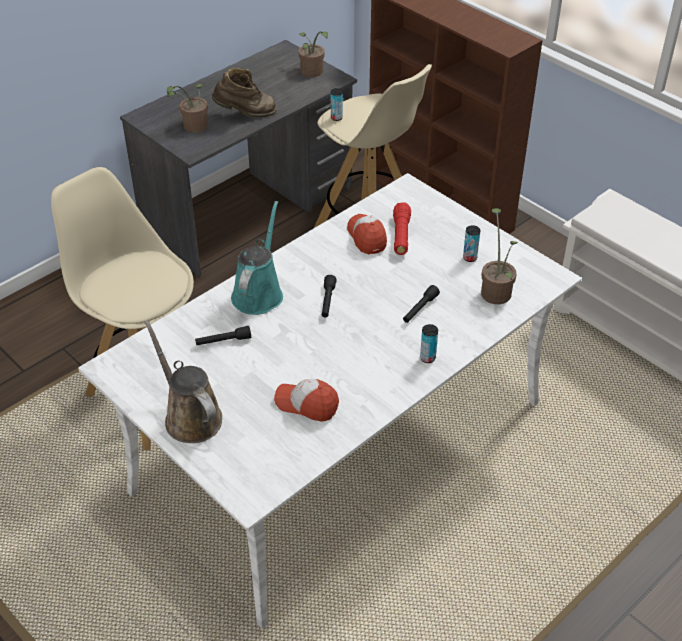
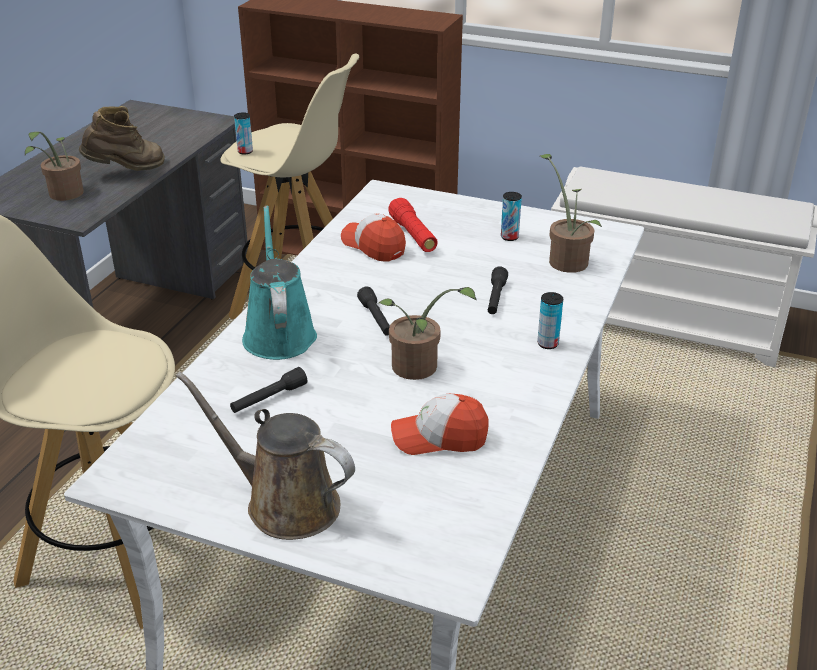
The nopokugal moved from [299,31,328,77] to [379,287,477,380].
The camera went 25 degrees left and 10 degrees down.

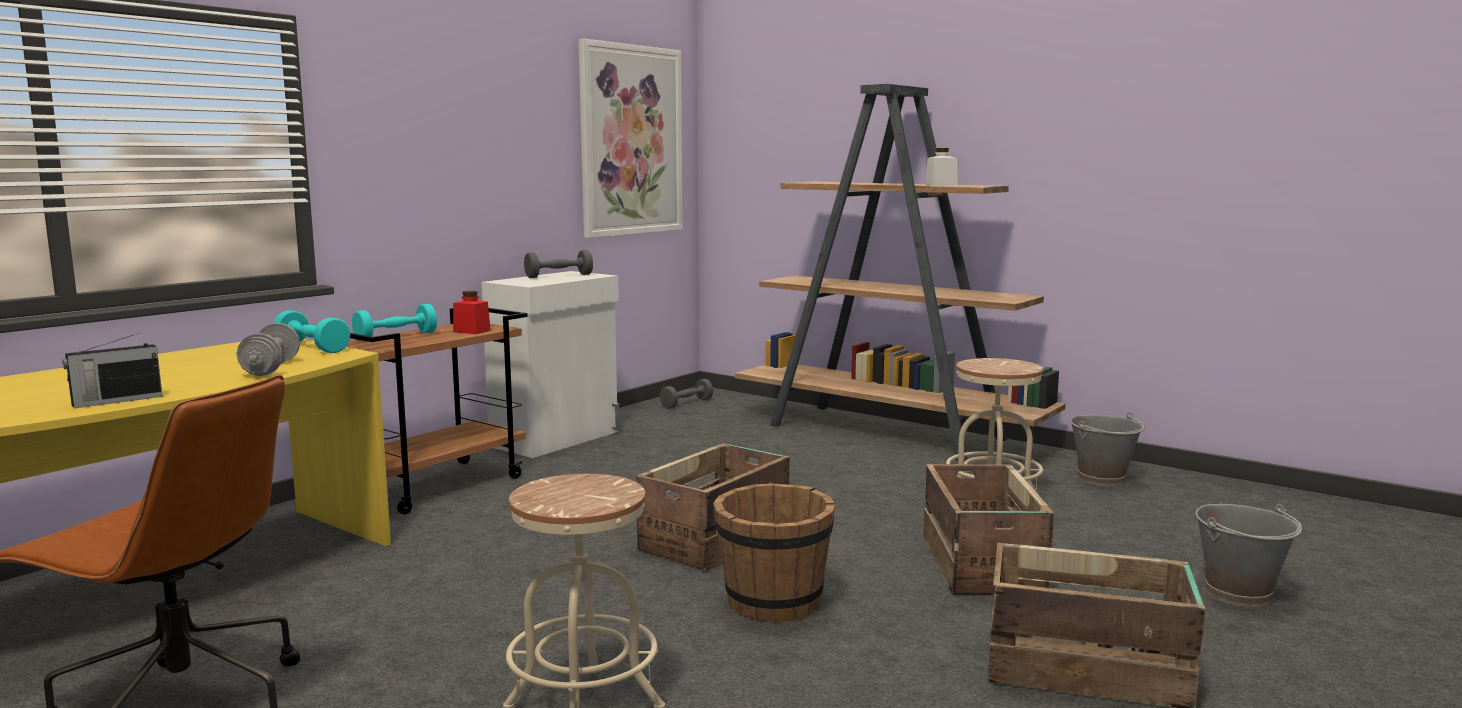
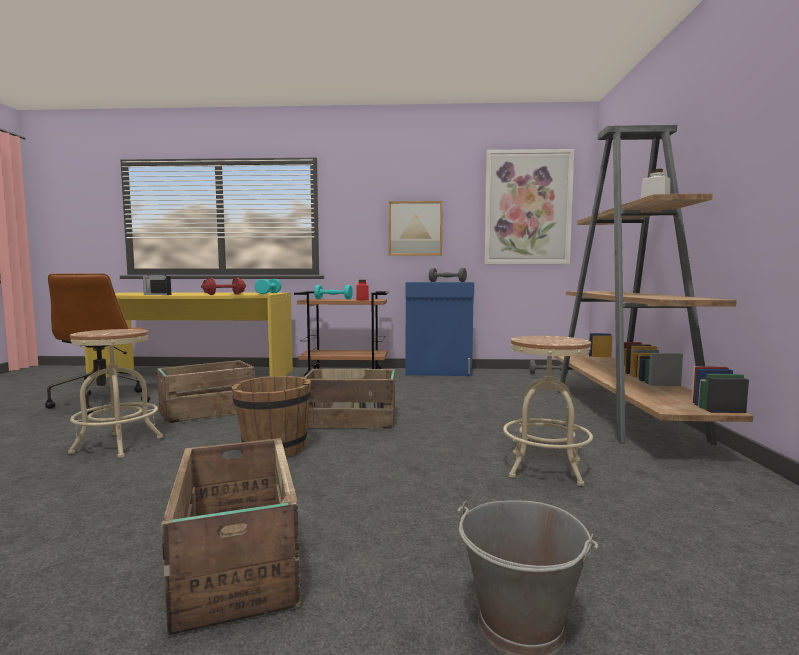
The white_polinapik at [481,271,620,458] became the blue_polinapik at [406,282,474,376].
The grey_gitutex at [236,323,300,376] became the red_gitutex at [201,278,246,295].
The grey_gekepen at [1070,412,1145,487] disappeared.
The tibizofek moved from [924,464,1054,595] to [157,360,255,424].
The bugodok at [388,201,443,256] appeared.
The camera went 55 degrees right and 5 degrees down.

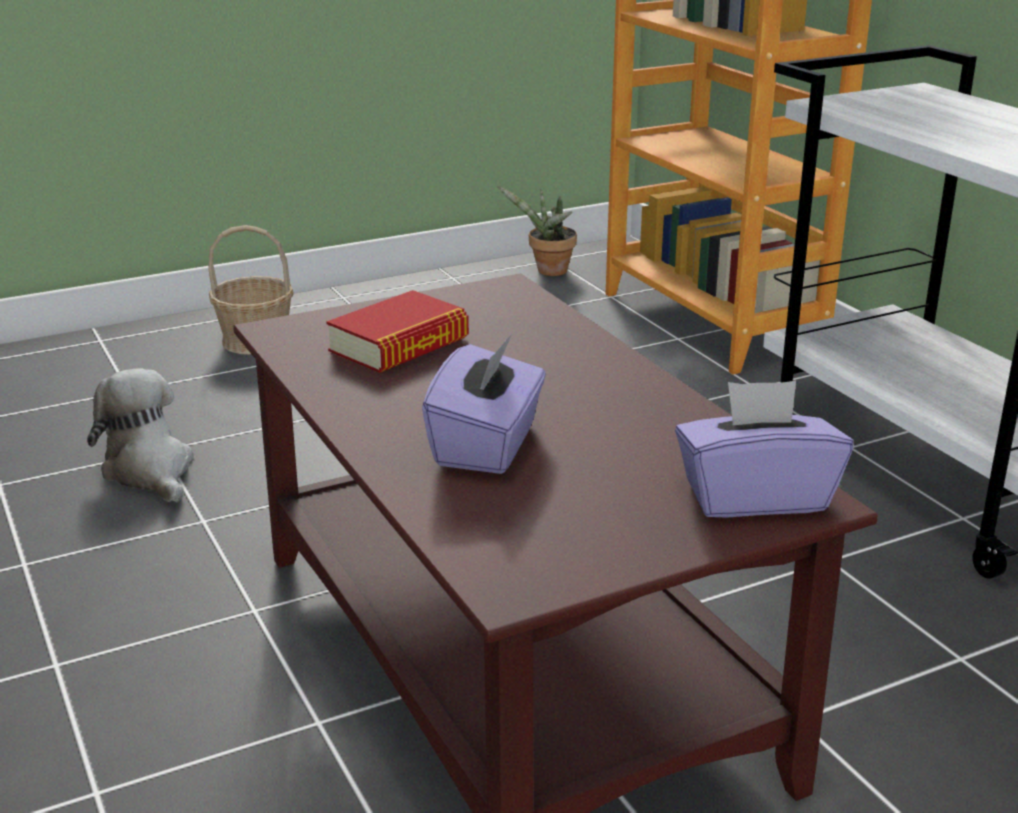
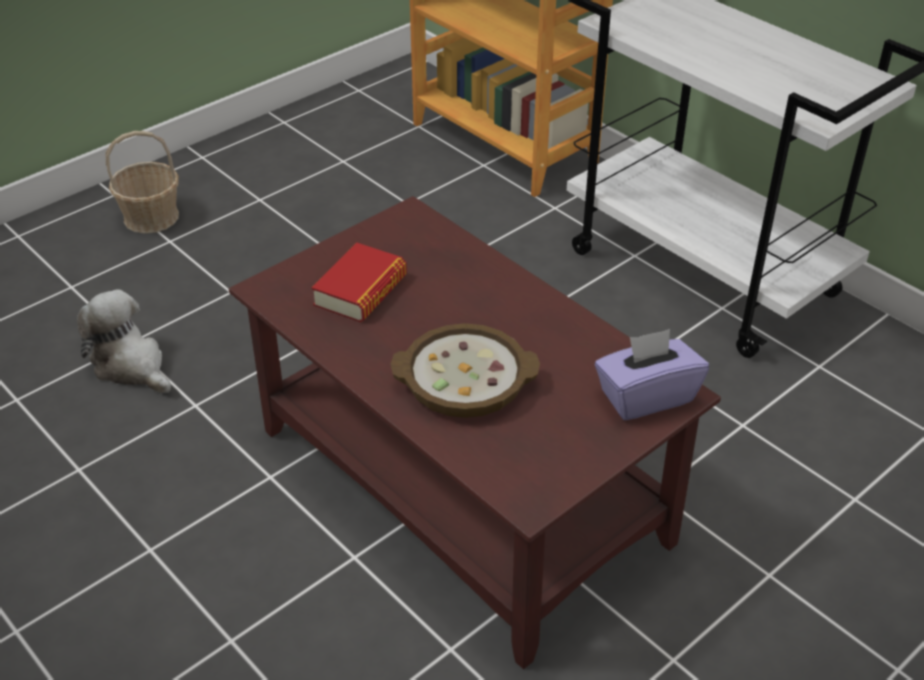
The nopokugal at [497,186,577,276] disappeared.
The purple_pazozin at [422,334,546,474] was replaced by the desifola at [391,323,540,418].
The camera went 15 degrees left and 15 degrees up.

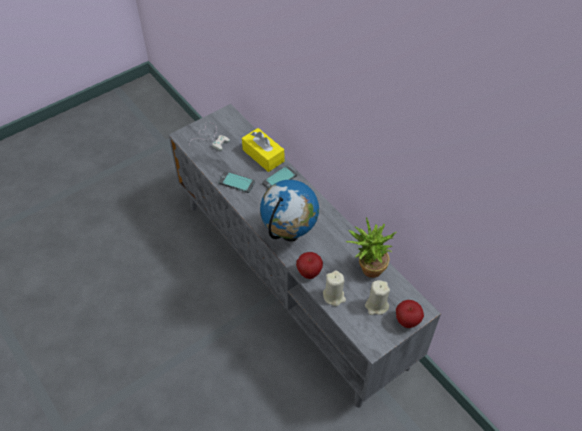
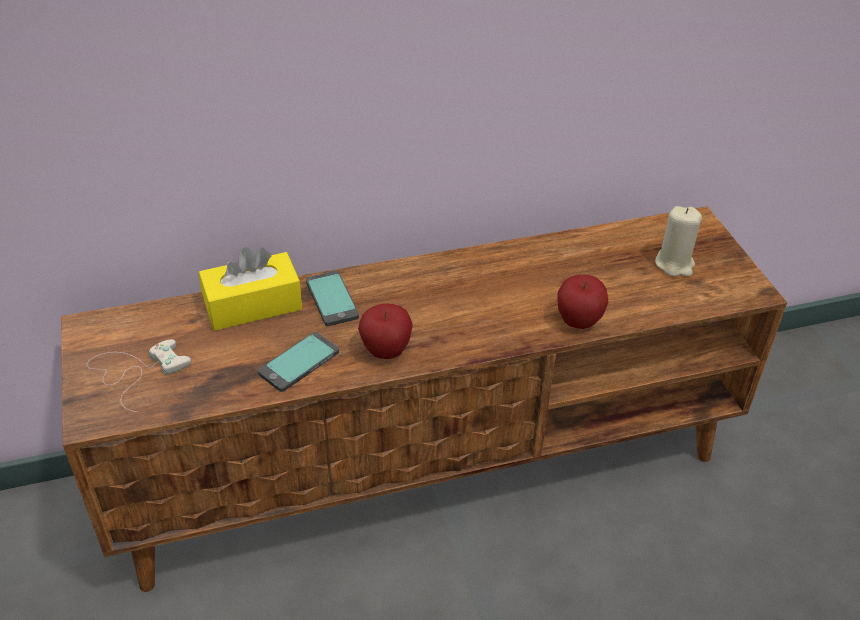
The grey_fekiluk at [169,104,441,408] became the brown_fekiluk at [61,206,787,592].
The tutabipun at [260,180,319,242] disappeared.
The nopokugal at [346,217,397,278] disappeared.
The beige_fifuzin at [323,271,346,306] disappeared.
The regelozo moved from [396,300,424,328] to [358,303,413,359].
The camera went 70 degrees left and 10 degrees down.

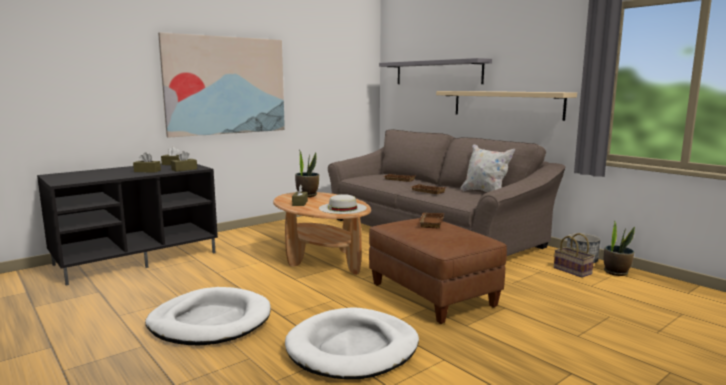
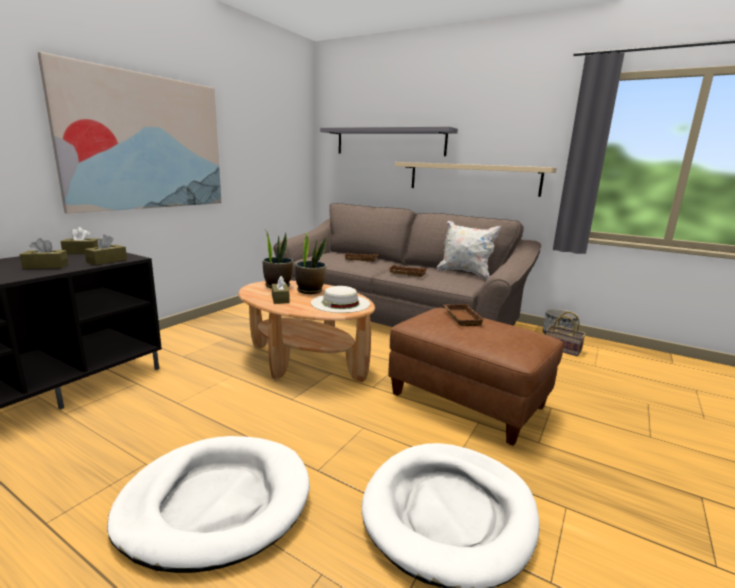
The nopokugal moved from [604,220,635,276] to [295,232,326,294].
The camera went 20 degrees left and 5 degrees up.

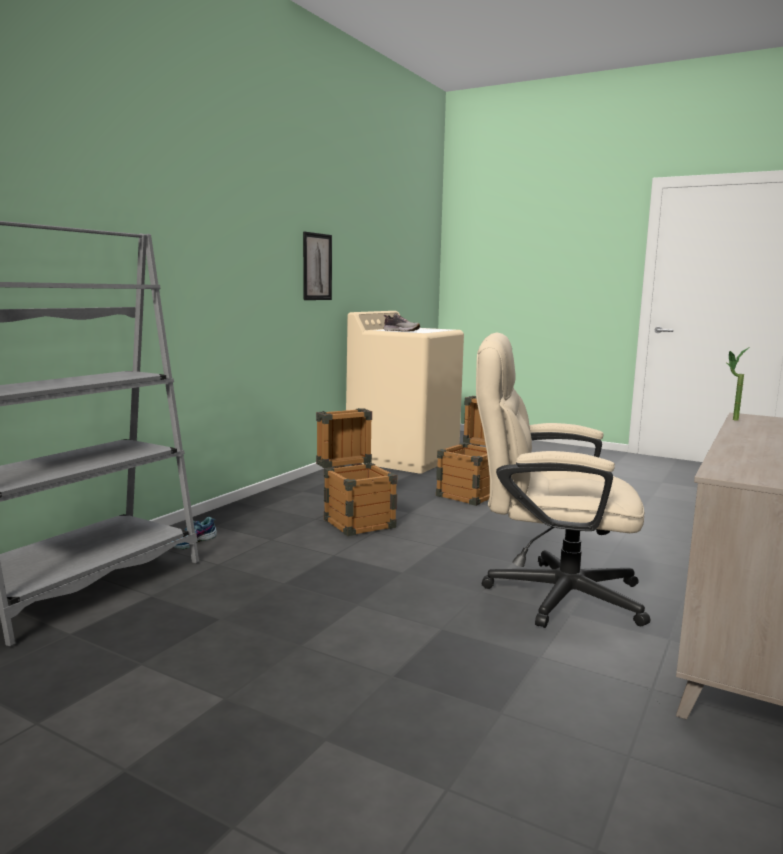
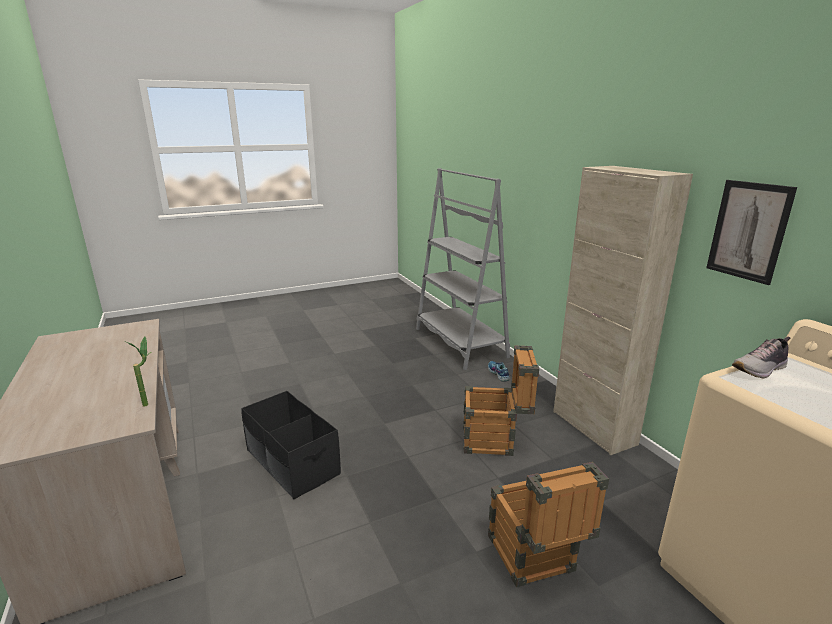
The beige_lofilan at [476,332,650,628] was replaced by the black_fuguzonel at [241,391,341,499].
The beige_polinapik at [553,166,693,455] appeared.
The camera went 125 degrees right and 10 degrees up.

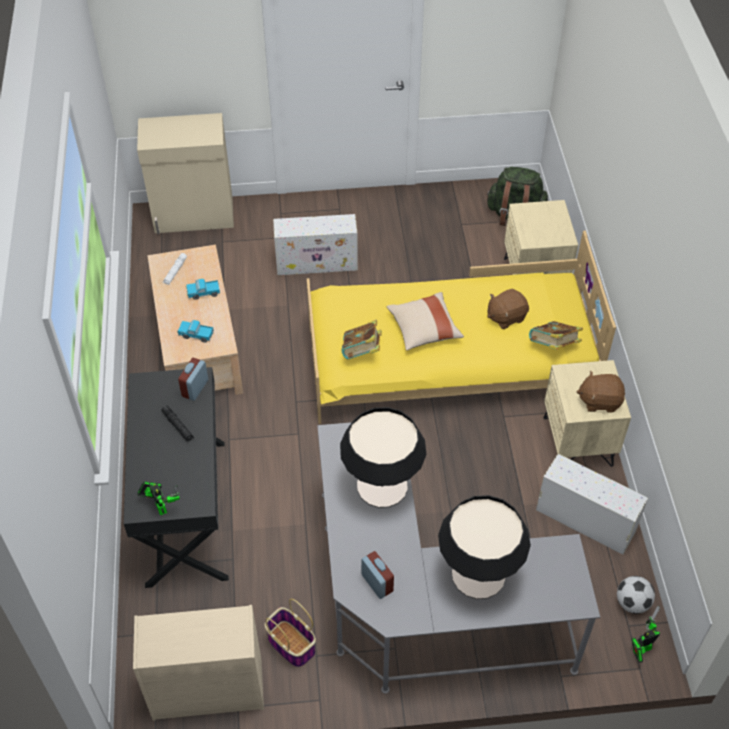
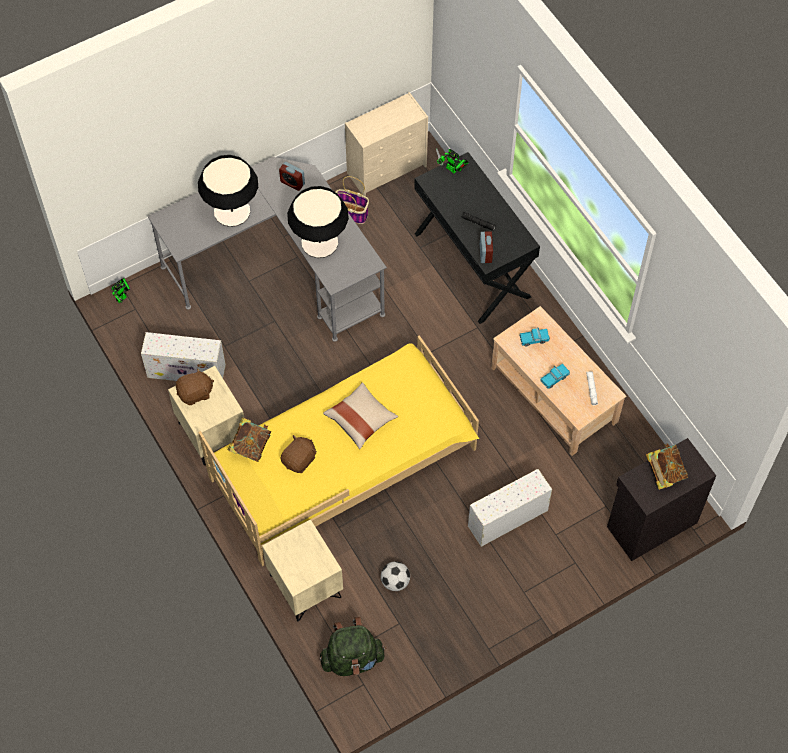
The beige_polinapik at [137,113,234,234] became the black_polinapik at [607,438,716,561].
The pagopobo moved from [342,320,382,359] to [646,444,688,490].
The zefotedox moved from [617,576,655,614] to [381,562,410,591].
The camera went 155 degrees right and 10 degrees up.

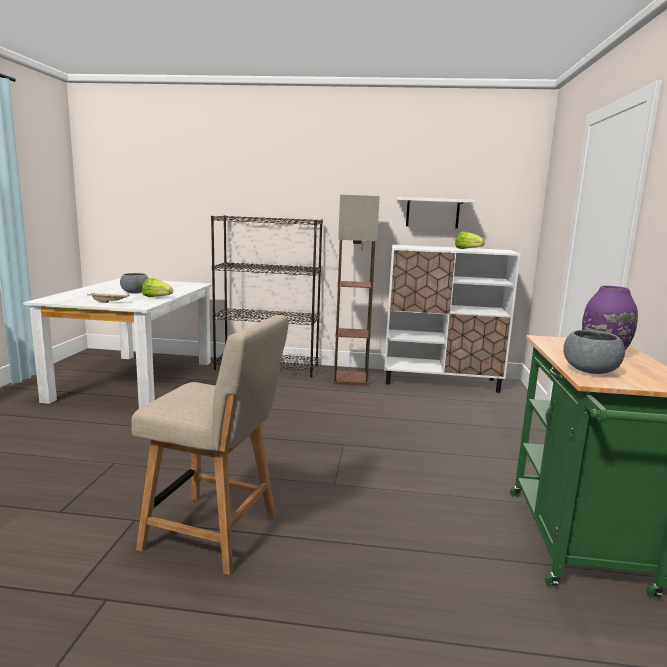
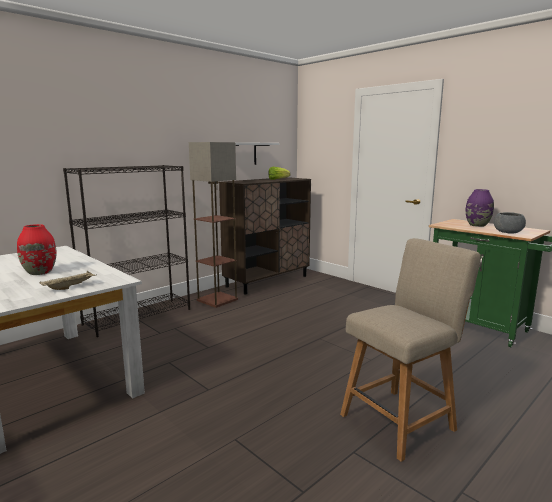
The white_polinapik at [384,245,521,393] became the brown_polinapik at [219,177,311,295].
The grey_desifola at [120,273,149,293] was replaced by the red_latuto at [17,224,56,275].
The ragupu at [142,278,173,297] disappeared.
The camera went 50 degrees left and 0 degrees up.

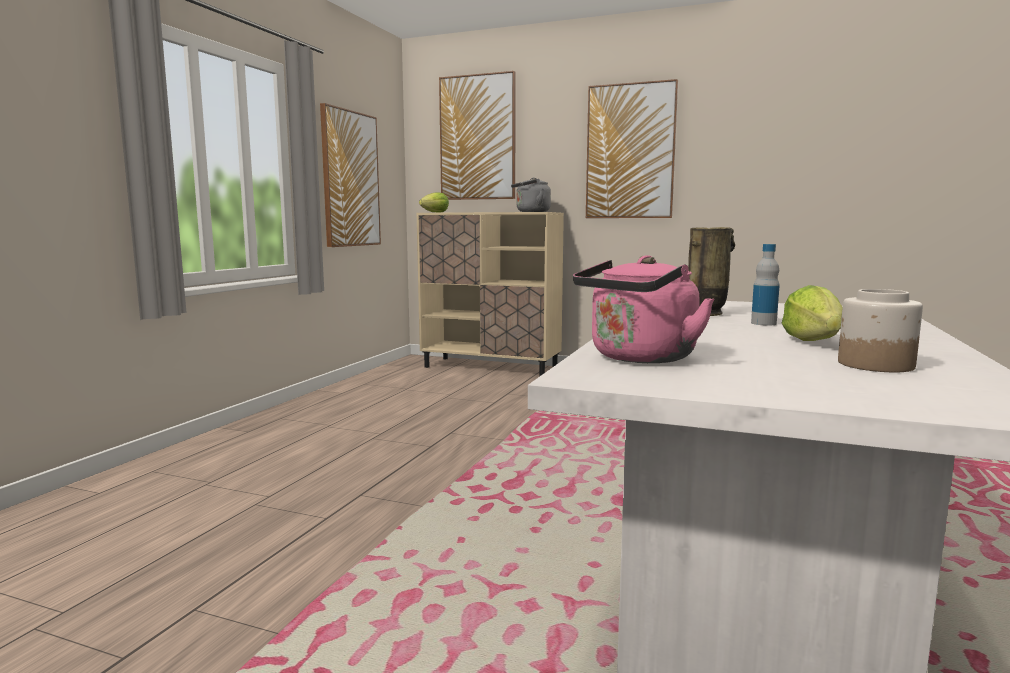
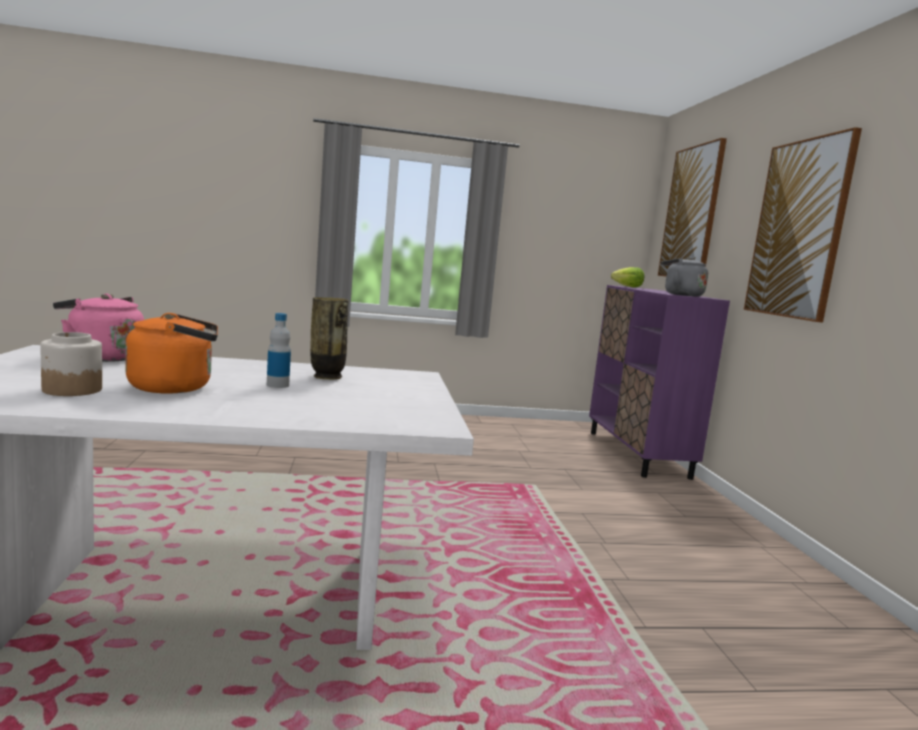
The bugodok at [320,103,381,247] disappeared.
The beige_polinapik at [416,212,564,377] became the purple_polinapik at [589,285,730,480].
The ragupu at [782,285,843,341] was replaced by the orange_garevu at [125,313,218,394].
The camera went 60 degrees right and 0 degrees up.

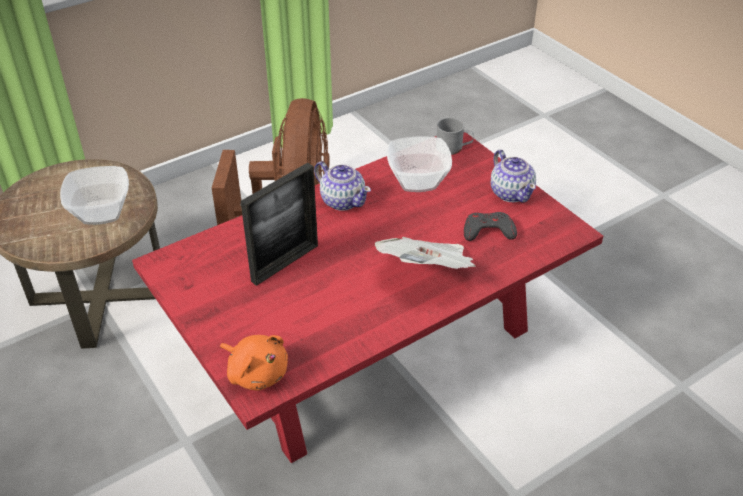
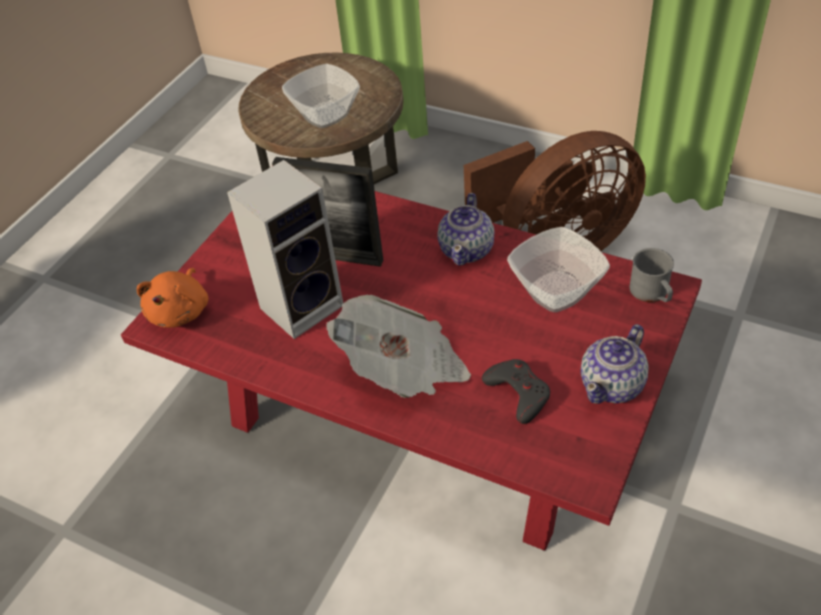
The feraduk at [227,160,343,339] appeared.
The camera went 65 degrees right and 5 degrees up.

